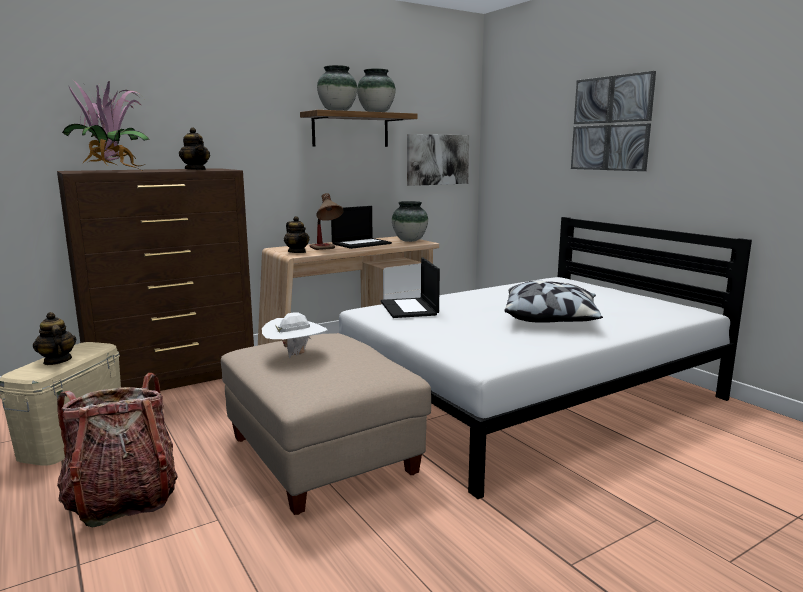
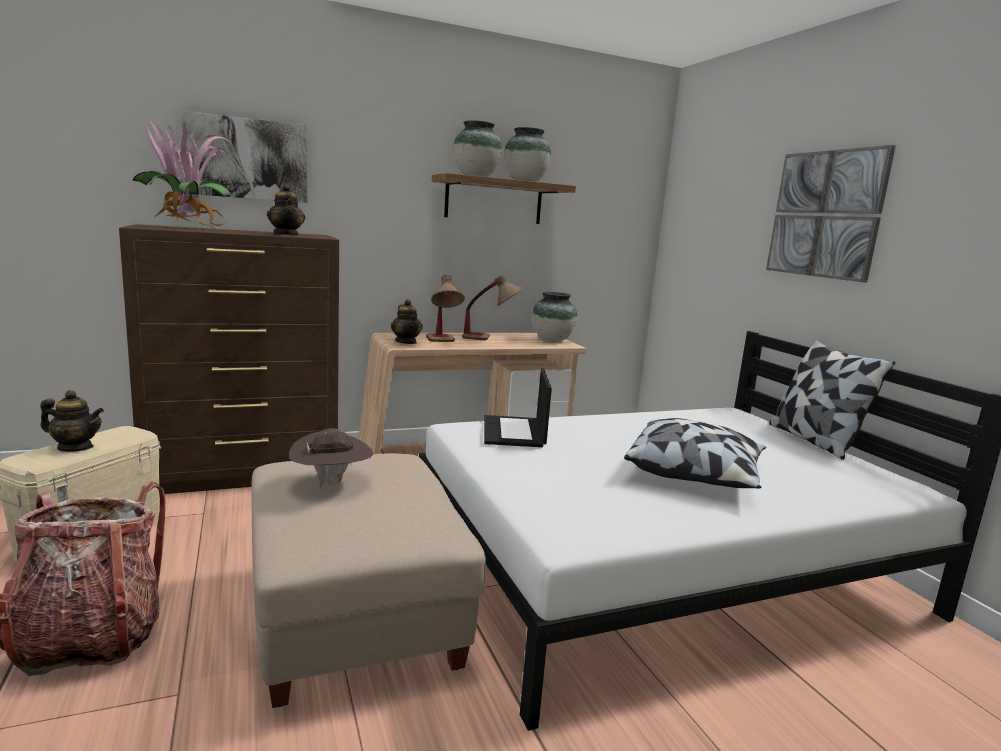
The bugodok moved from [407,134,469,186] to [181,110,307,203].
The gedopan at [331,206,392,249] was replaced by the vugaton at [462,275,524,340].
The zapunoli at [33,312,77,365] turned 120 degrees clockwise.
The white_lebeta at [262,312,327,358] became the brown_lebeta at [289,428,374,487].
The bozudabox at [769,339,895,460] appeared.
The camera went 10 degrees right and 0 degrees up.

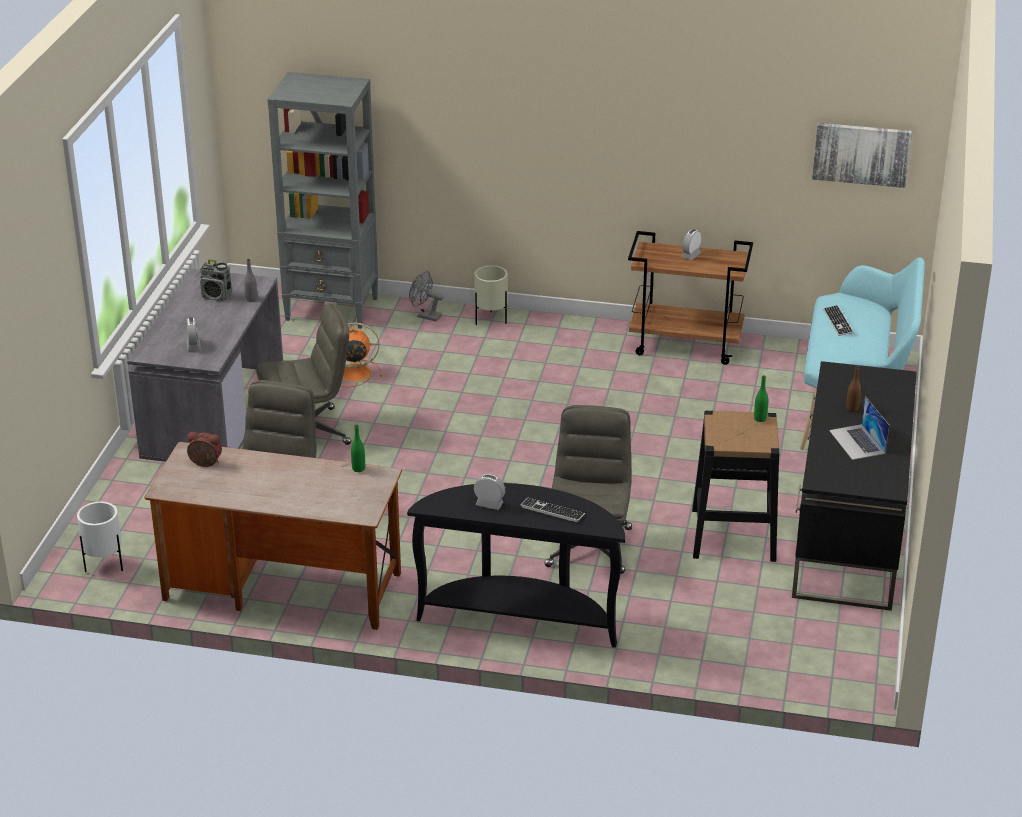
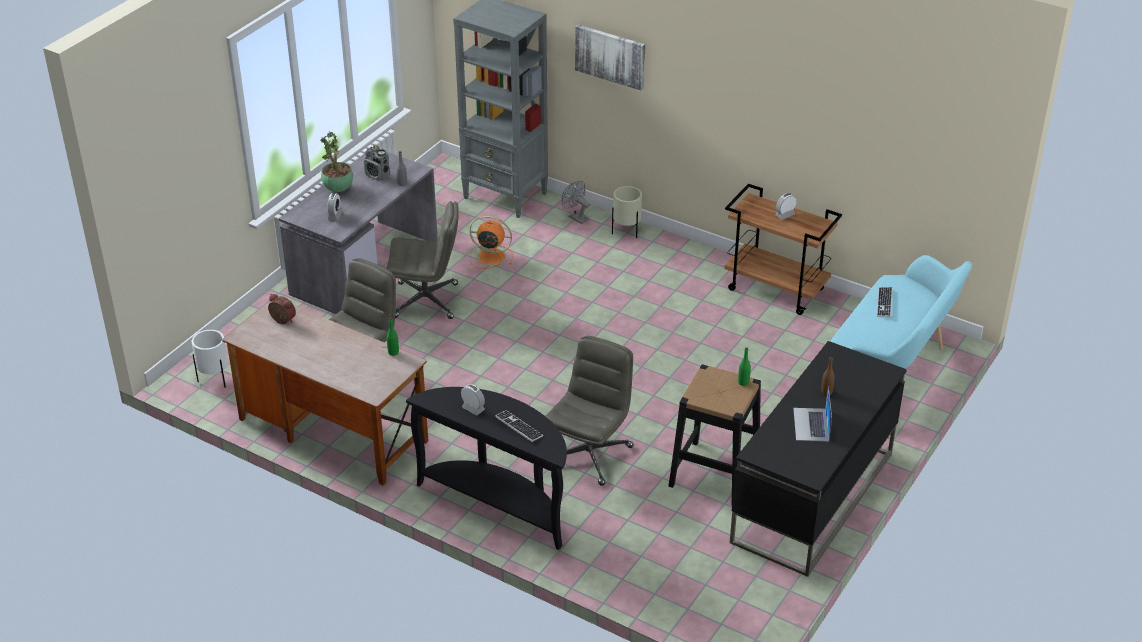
The bugodok moved from [812,123,912,188] to [575,25,645,91].
The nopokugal at [321,132,353,192] appeared.
The camera went 20 degrees right and 5 degrees up.

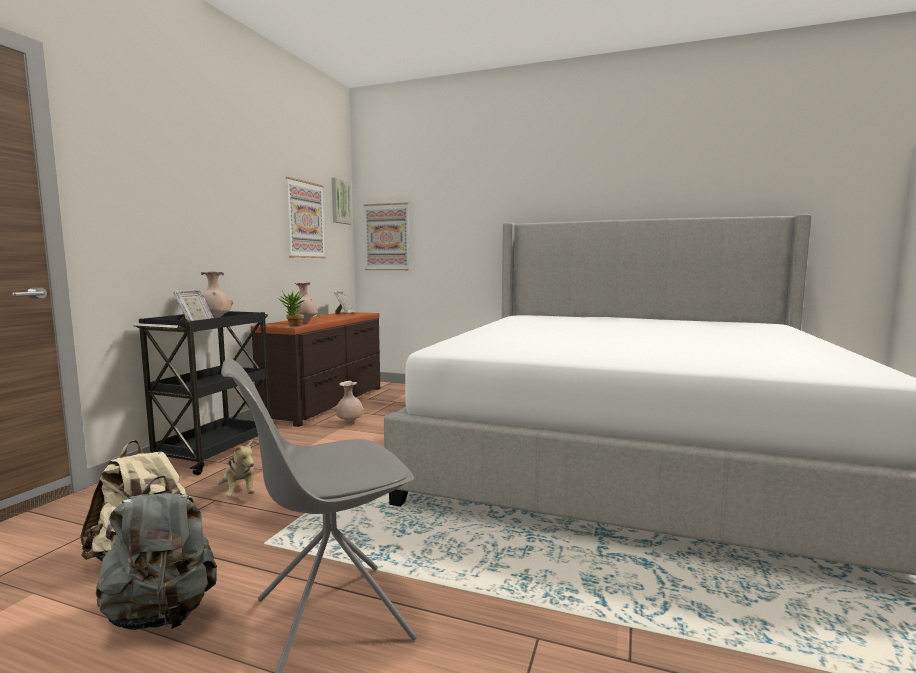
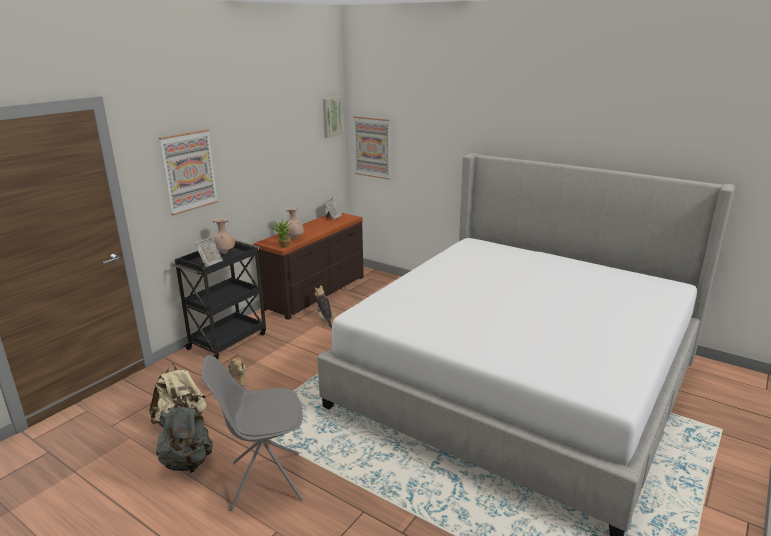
The bugodok moved from [286,177,326,258] to [159,129,218,215].
The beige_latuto at [334,381,365,423] was replaced by the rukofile at [314,285,336,329].
The camera went 15 degrees right and 15 degrees up.

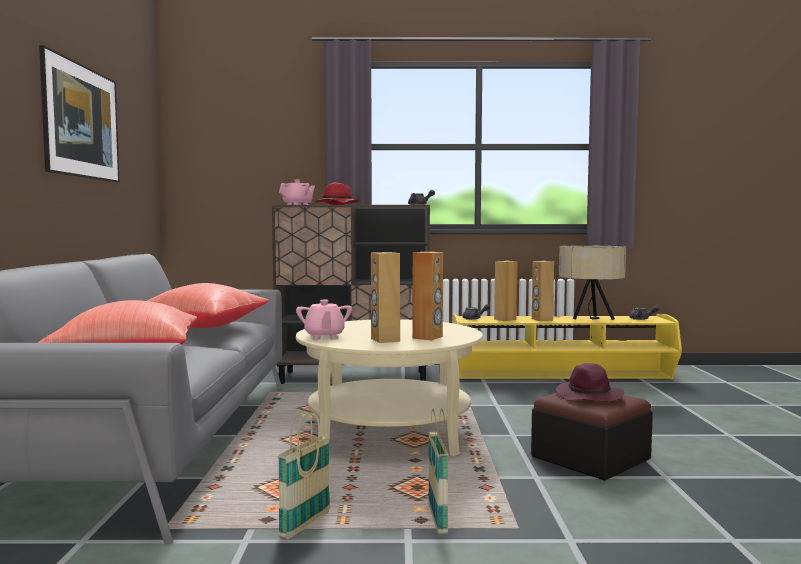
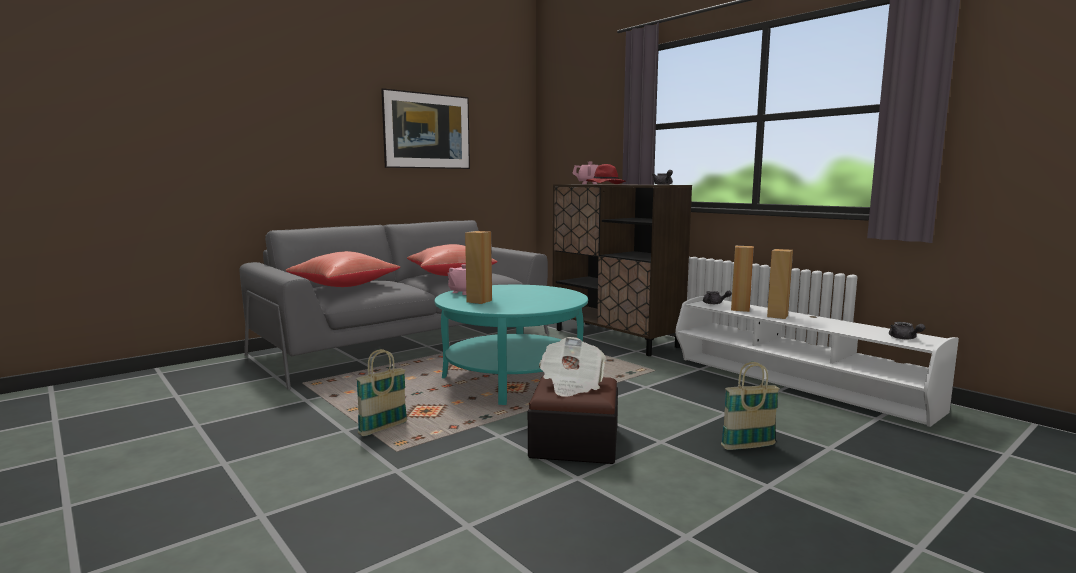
The beige_vugaton at [559,246,626,320] disappeared.
The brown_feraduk at [413,252,443,340] disappeared.
The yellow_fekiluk at [453,314,682,380] became the white_fekiluk at [675,296,959,427].
The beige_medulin at [296,319,483,456] became the turquoise_medulin at [435,285,588,405].
The purple_lebeta at [556,363,624,402] was replaced by the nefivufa at [539,337,606,397].
The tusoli moved from [278,411,330,539] to [721,362,780,450].
The camera went 50 degrees right and 5 degrees up.

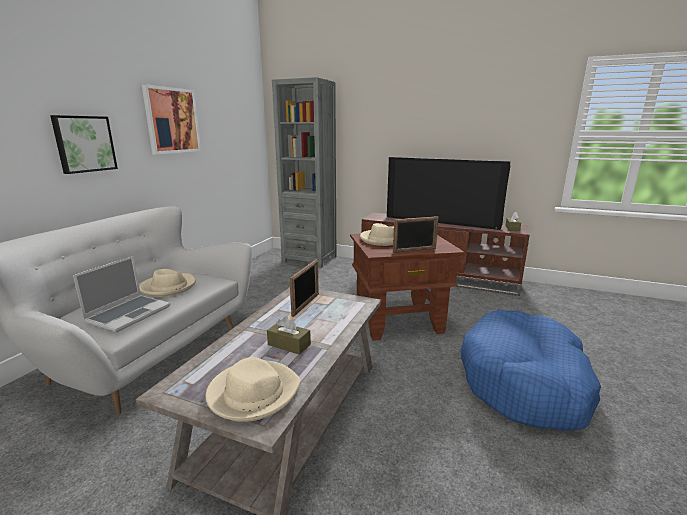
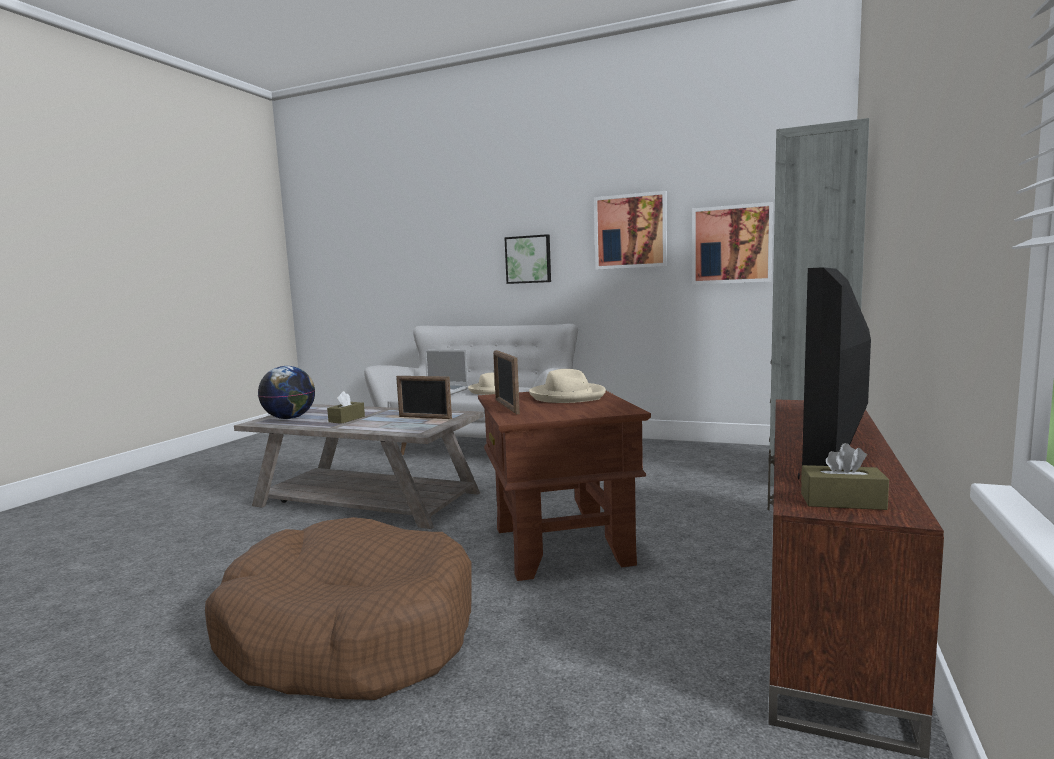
The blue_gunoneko at [460,309,601,431] became the brown_gunoneko at [205,517,472,700].
The beige_lebeta at [205,357,301,422] was replaced by the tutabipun at [258,366,315,419].
The bugodok at [692,202,773,285] appeared.
The camera went 90 degrees right and 10 degrees down.

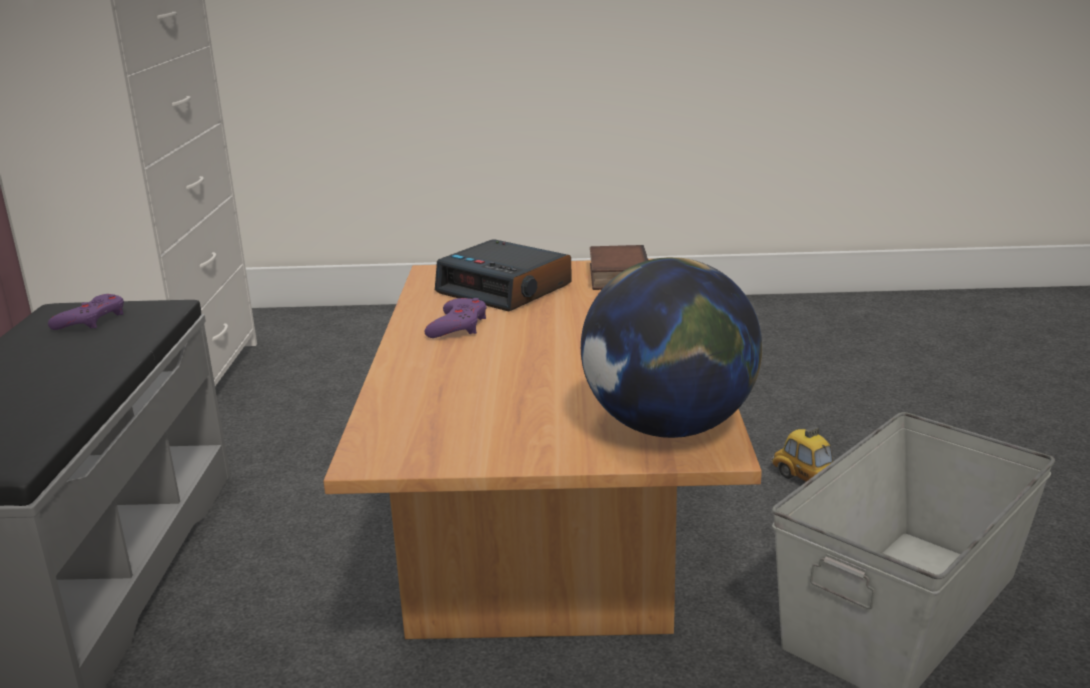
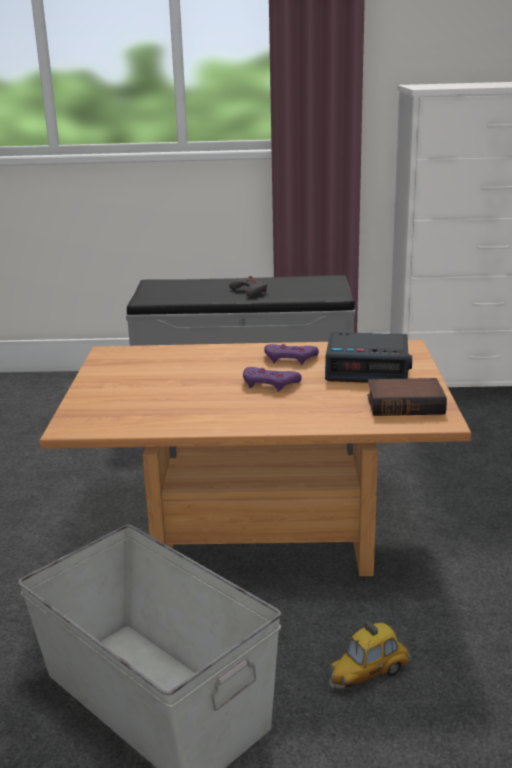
The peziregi at [435,239,572,312] turned 120 degrees counterclockwise.
The tutabipun at [581,257,762,438] disappeared.
The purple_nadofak moved from [48,294,124,330] to [243,367,302,392].
The grey_nadofak at [229,276,267,297] appeared.
The camera went 90 degrees right and 0 degrees up.

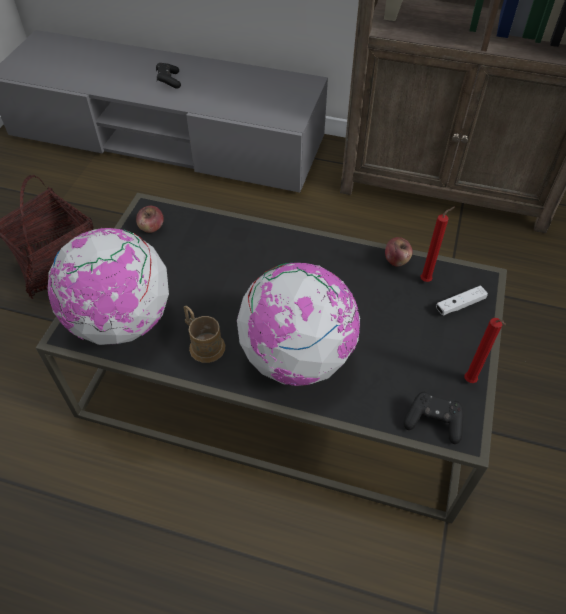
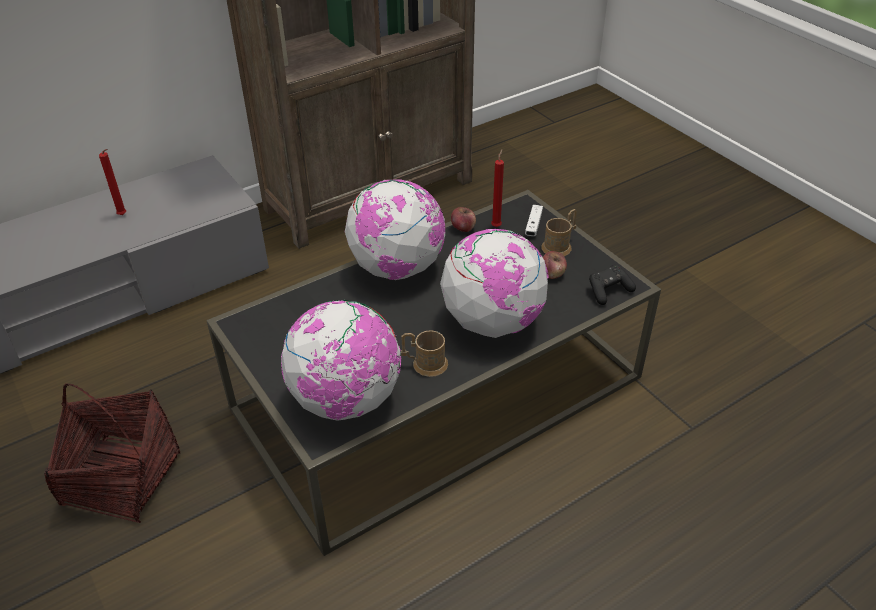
The black_nadofak at [156,63,181,89] disappeared.
The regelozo moved from [136,206,164,233] to [543,251,567,279].
The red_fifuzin moved from [464,318,506,383] to [99,149,126,215].
The tutabipun at [345,179,445,280] appeared.
The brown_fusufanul at [541,209,577,256] appeared.
The camera went 50 degrees left and 10 degrees down.

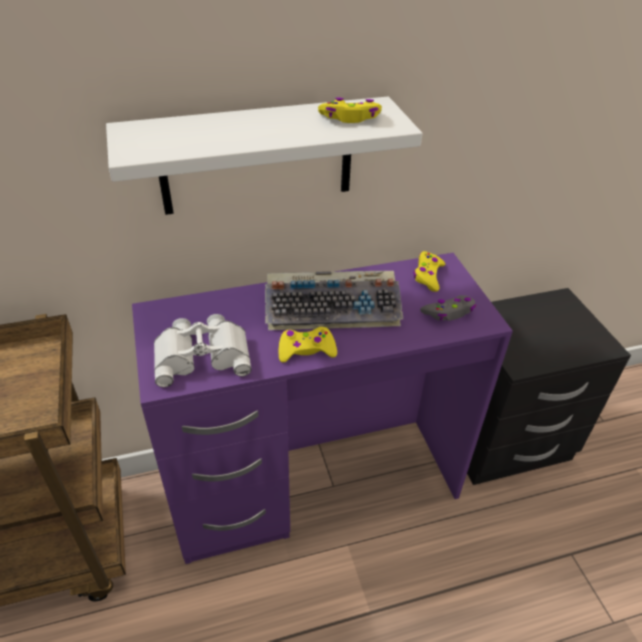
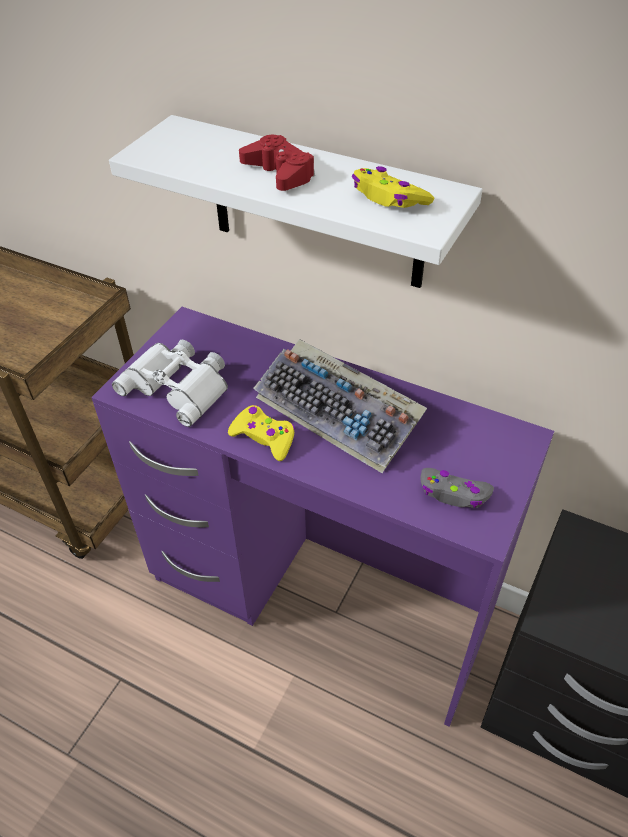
The yellow_nadofak at [413,251,445,292] disappeared.
The red_nadofak at [239,135,315,191] appeared.
The camera went 45 degrees right and 5 degrees up.

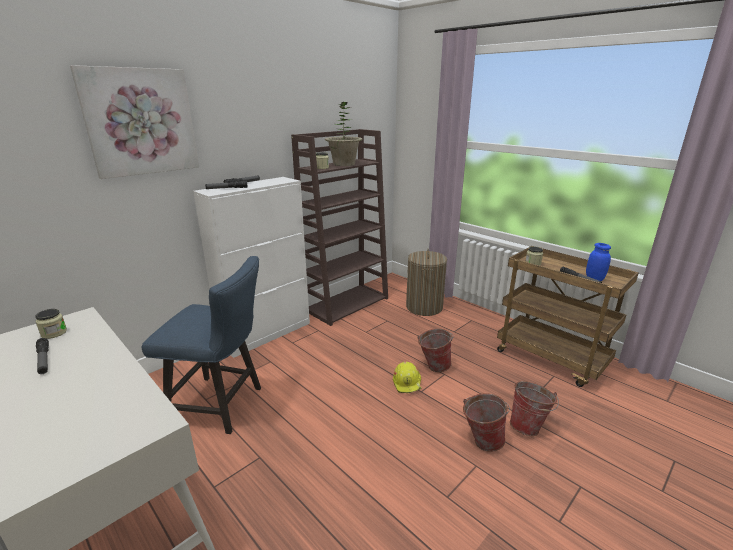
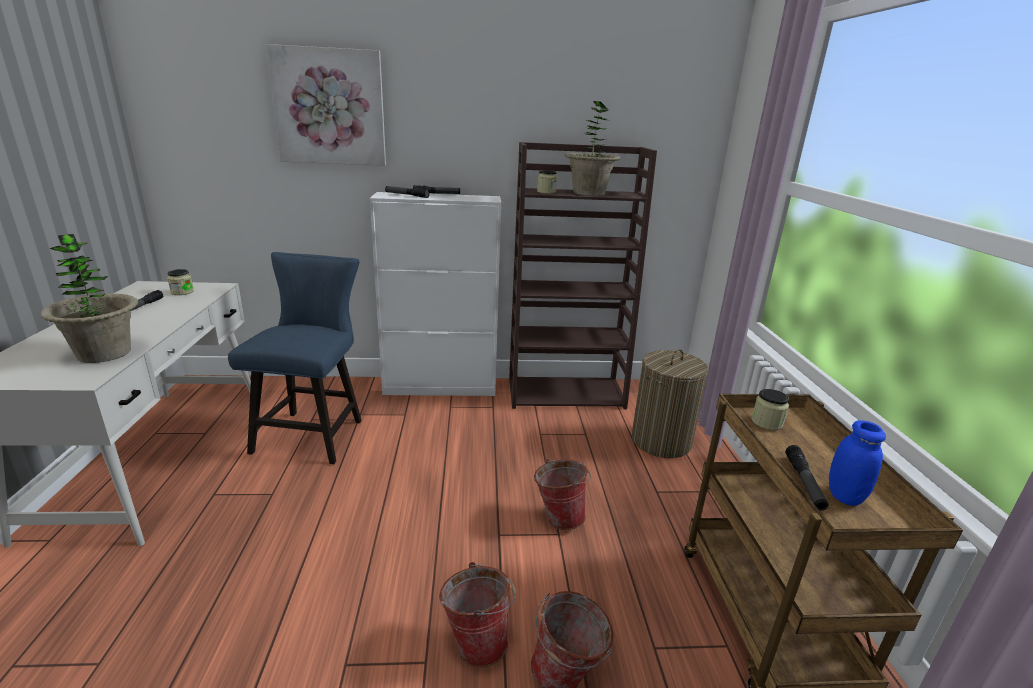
The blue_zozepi at [142,256,261,434] turned 135 degrees counterclockwise.
The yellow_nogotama at [393,361,422,393] disappeared.
The nopokugal at [40,234,138,363] appeared.
The camera went 40 degrees right and 0 degrees up.

